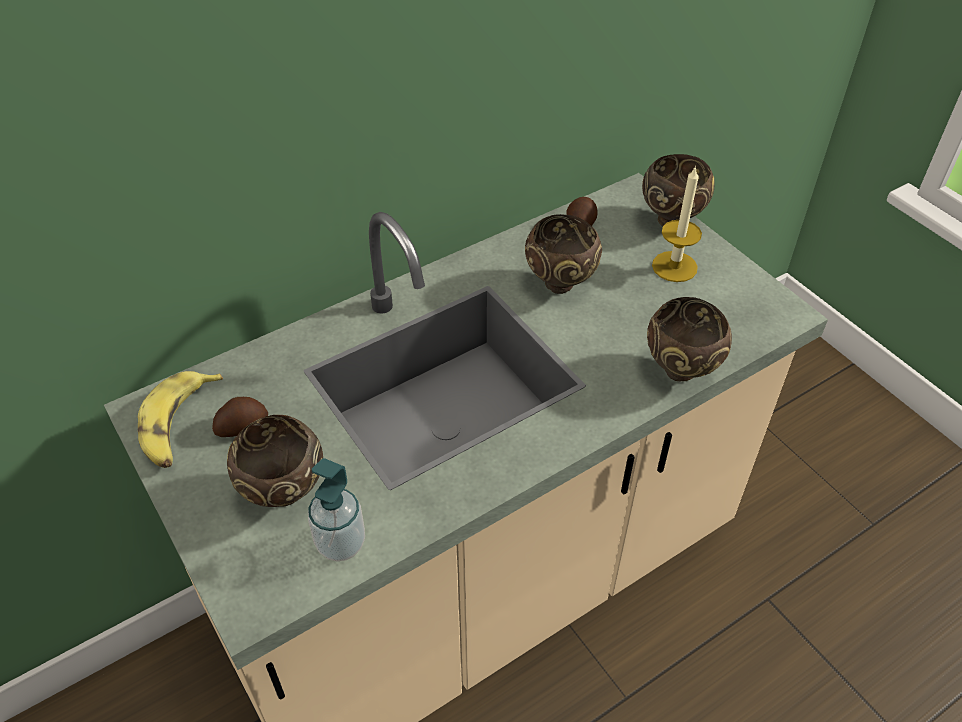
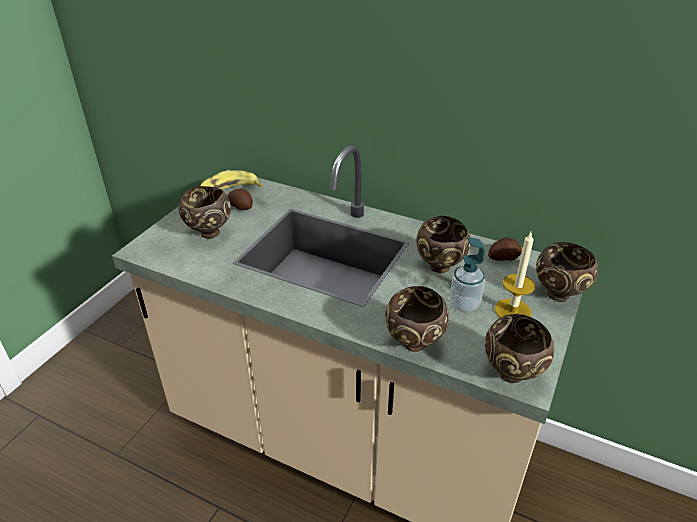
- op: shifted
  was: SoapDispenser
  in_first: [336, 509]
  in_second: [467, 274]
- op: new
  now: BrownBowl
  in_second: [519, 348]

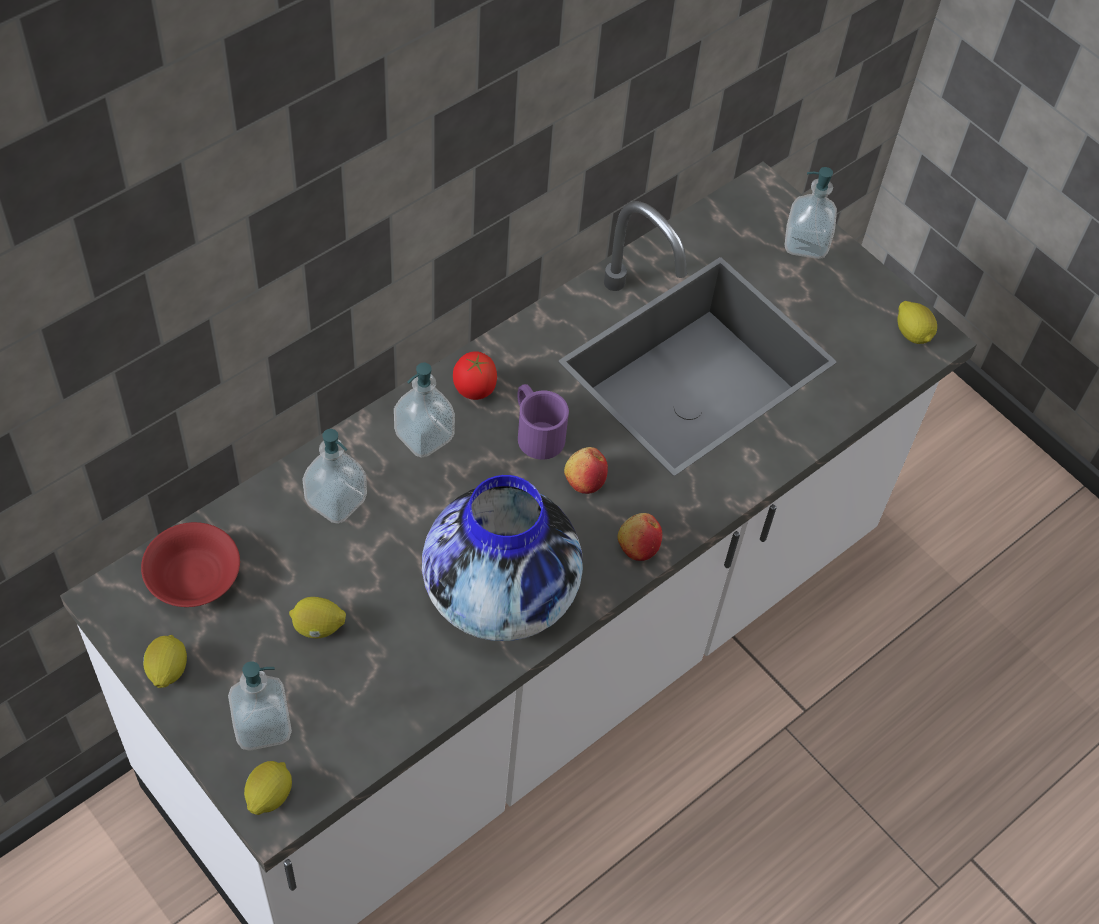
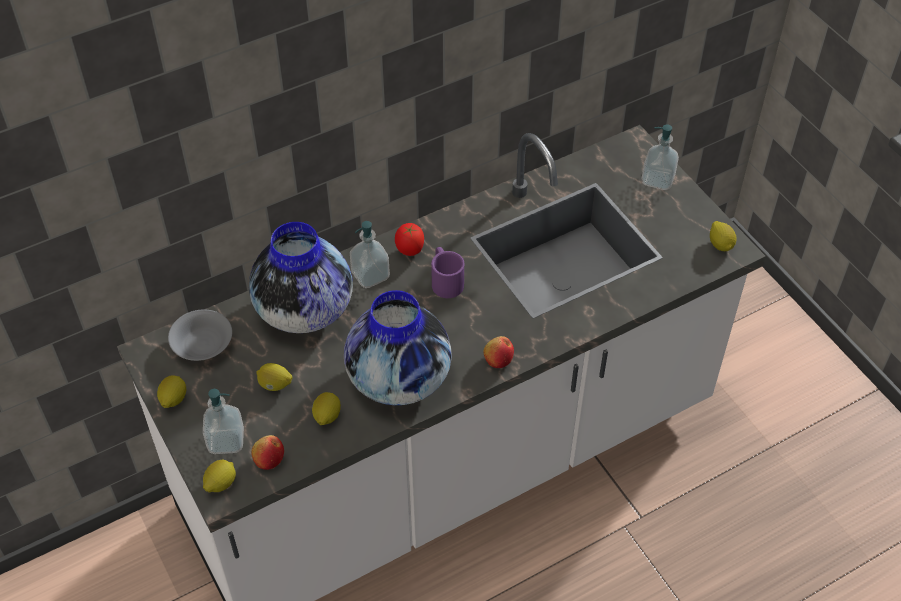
- op: repainted
  was: RedBowl
  now: GreyBowl
  in_first: [190, 564]
  in_second: [200, 335]
- op: swapped
  was: SoapDispenser
  now: Vase
  in_first: [334, 476]
  in_second: [301, 277]
- op: shifted
  was: Apple
  in_first: [586, 470]
  in_second: [267, 452]
- op: new
  now: Lemon
  in_second: [326, 408]

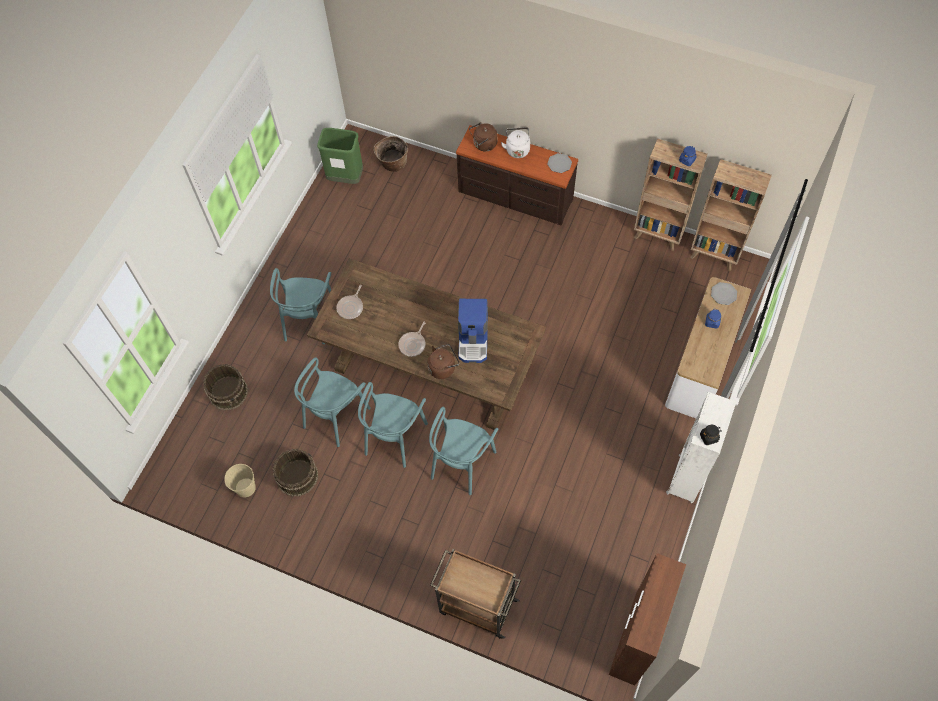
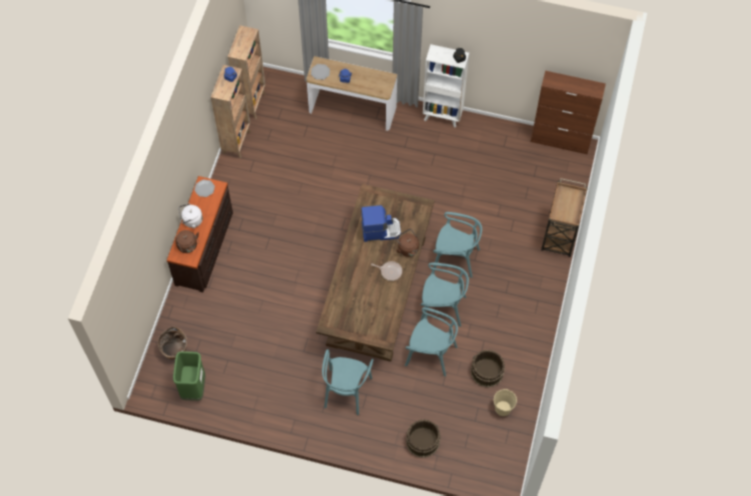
- op: rotated
  was: TurquoiseChair
  in_first: [300, 306]
  in_second: [348, 382]
  clockwise: 105
- op: gone
  was: FryingPan
  in_first: [349, 302]

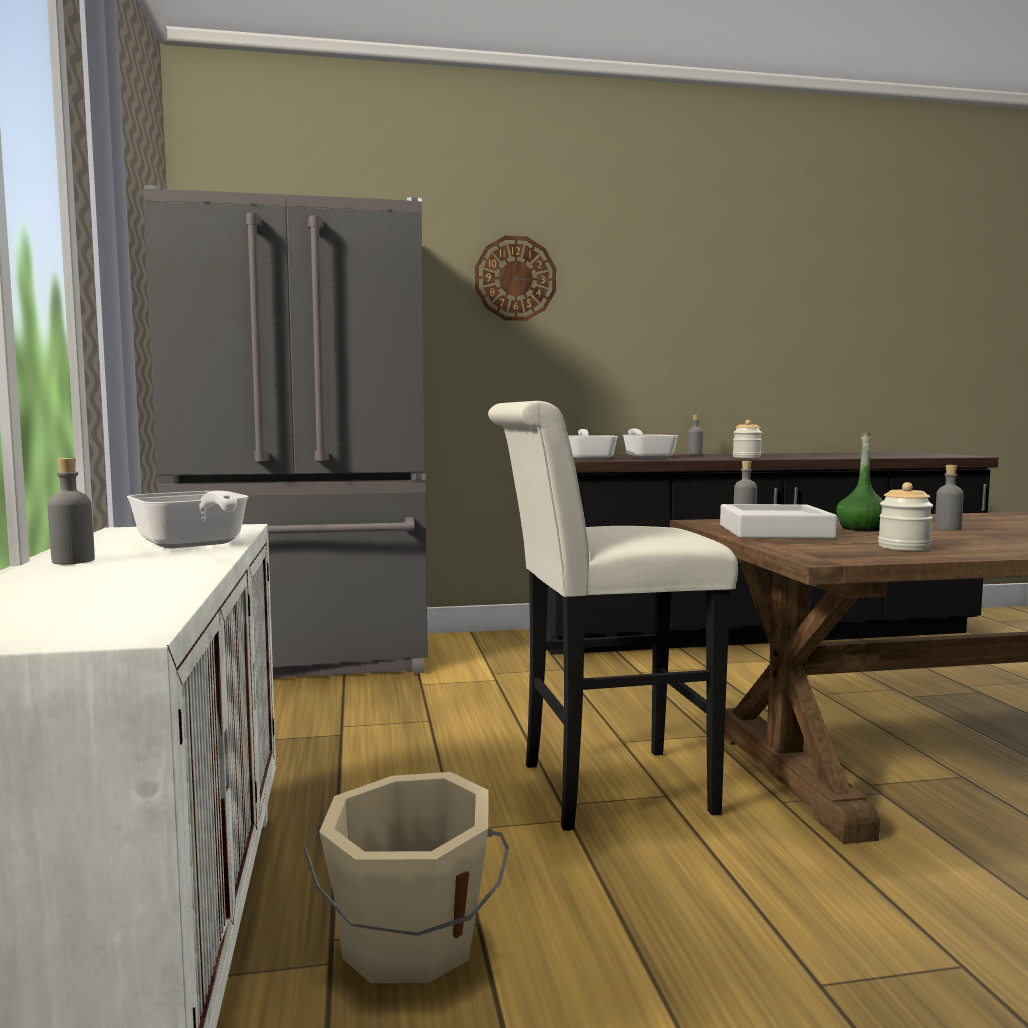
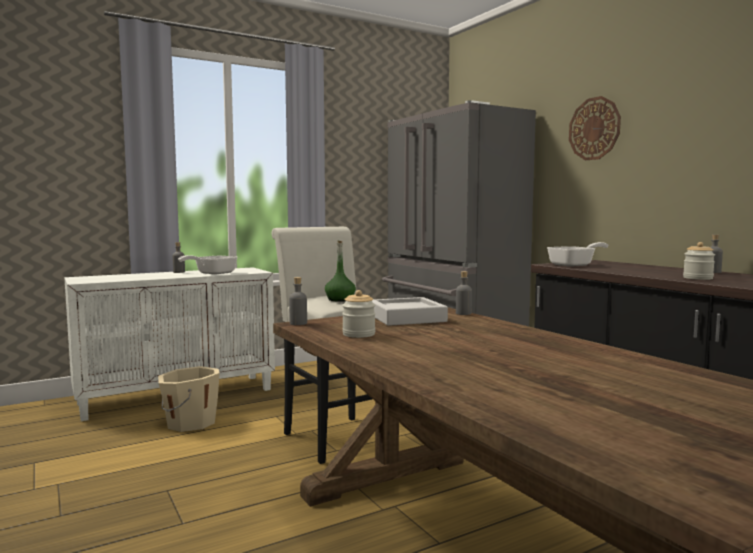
- op: gone
  was: FryingPan
  in_first: [650, 444]
- op: shifted
  was: GreenBottle
  in_first: [860, 482]
  in_second: [340, 271]
- op: shifted
  was: GreyBottle
  in_first: [949, 497]
  in_second: [298, 301]

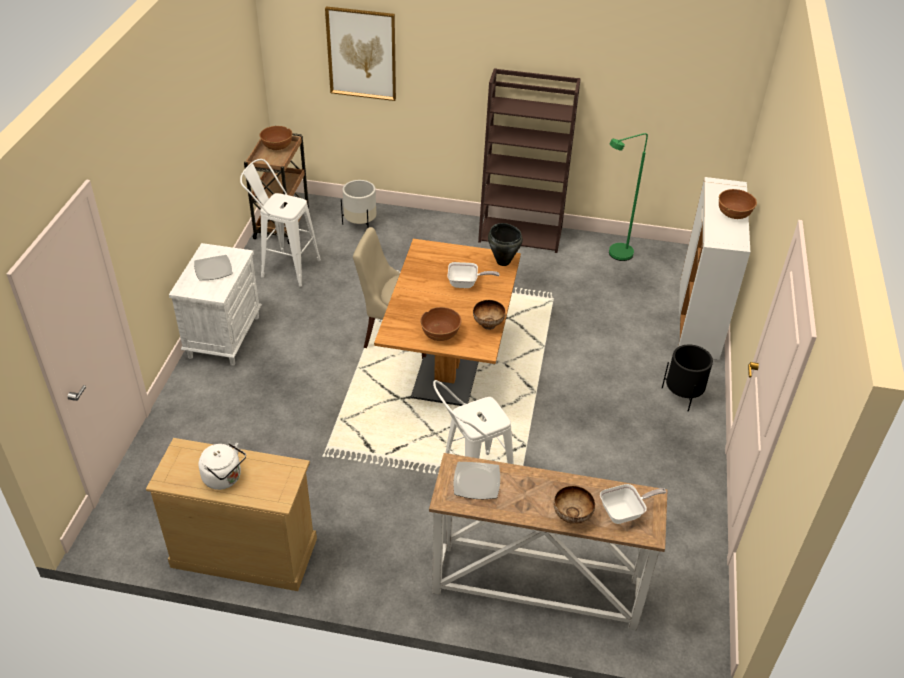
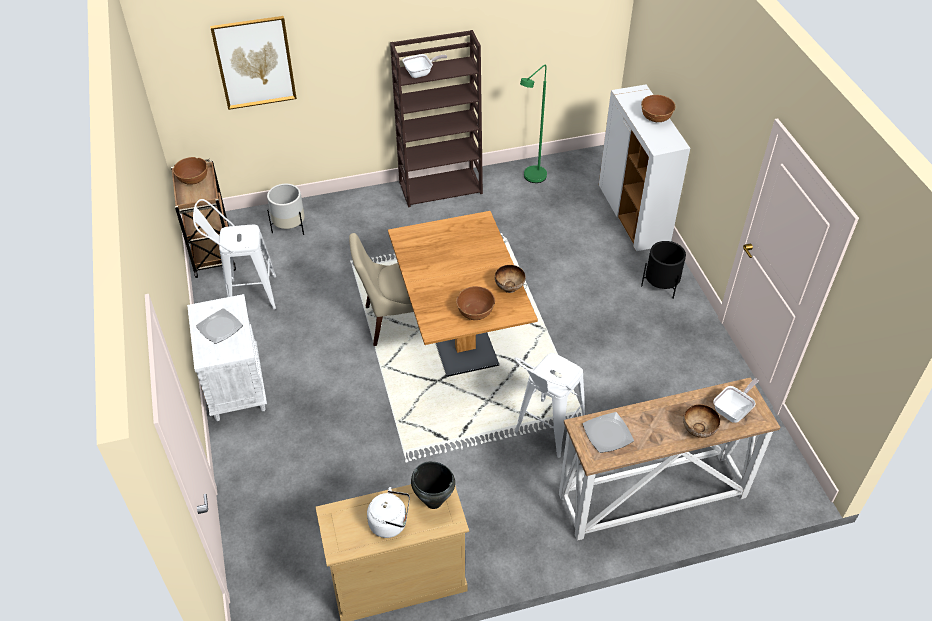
- op: shifted
  was: FryingPan
  in_first: [473, 275]
  in_second: [424, 66]
- op: shifted
  was: BlackCookingPot
  in_first: [505, 244]
  in_second: [433, 485]

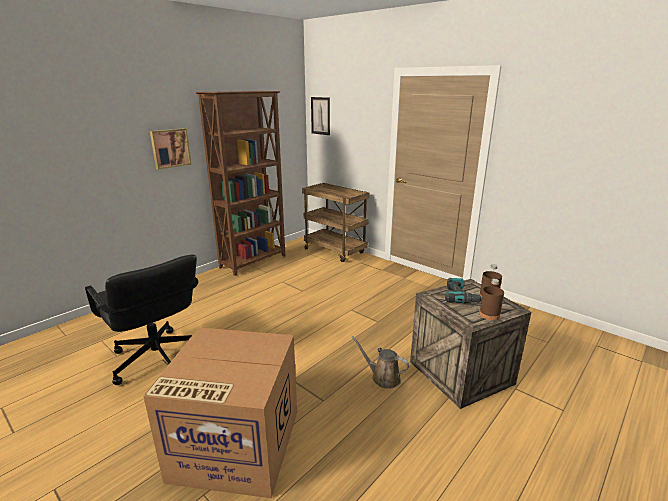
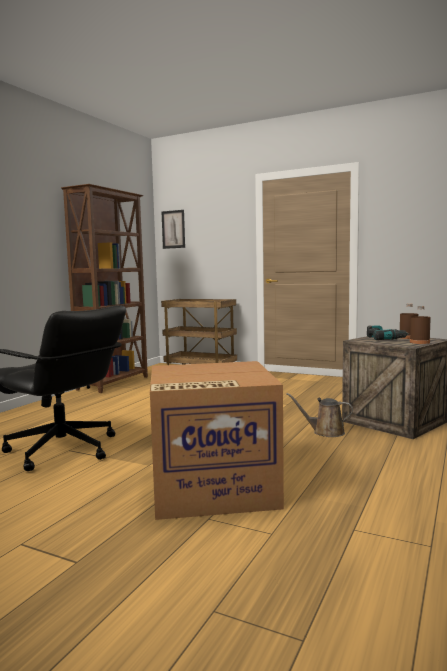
- op: gone
  was: Picture
  in_first: [170, 149]

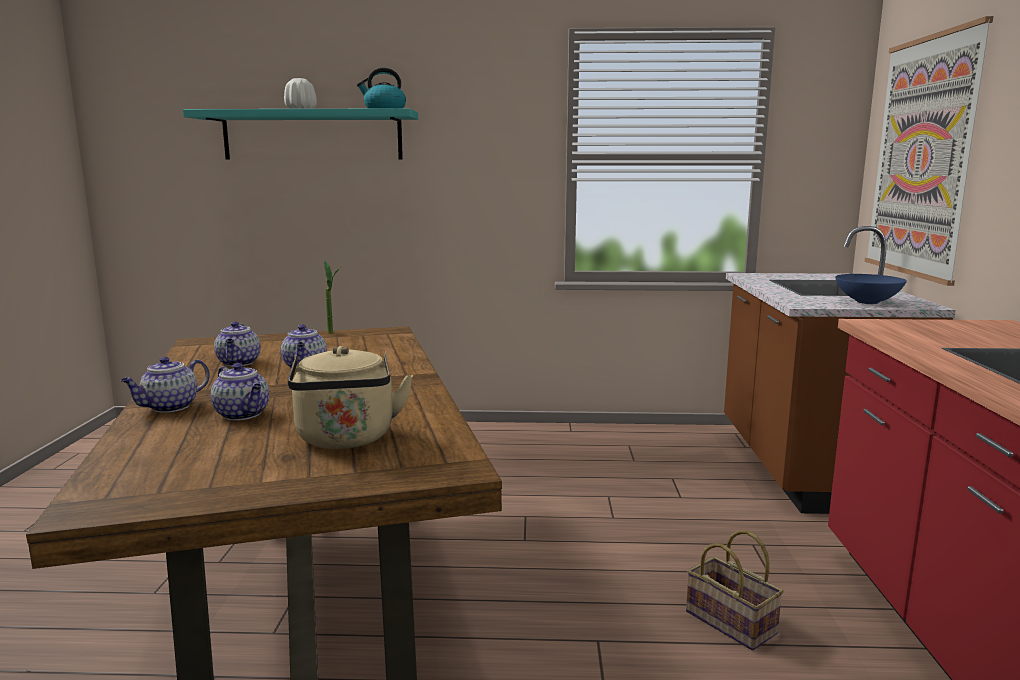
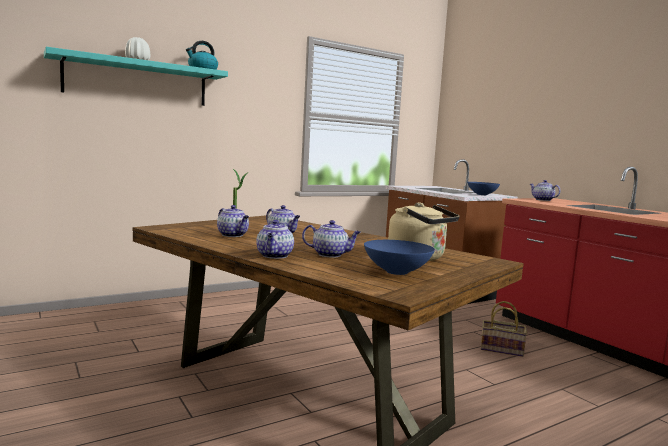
- op: gone
  was: Picture
  in_first: [928, 151]
- op: new
  now: BlueBowl
  in_second: [399, 257]
- op: new
  now: Teapot
  in_second: [545, 190]

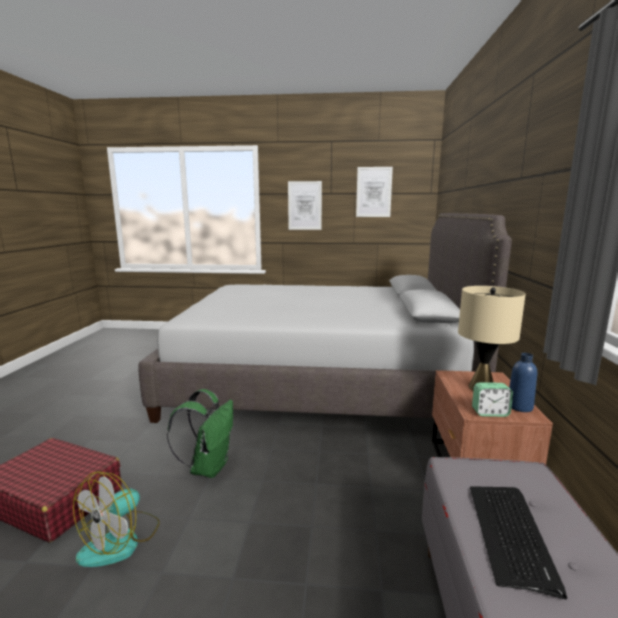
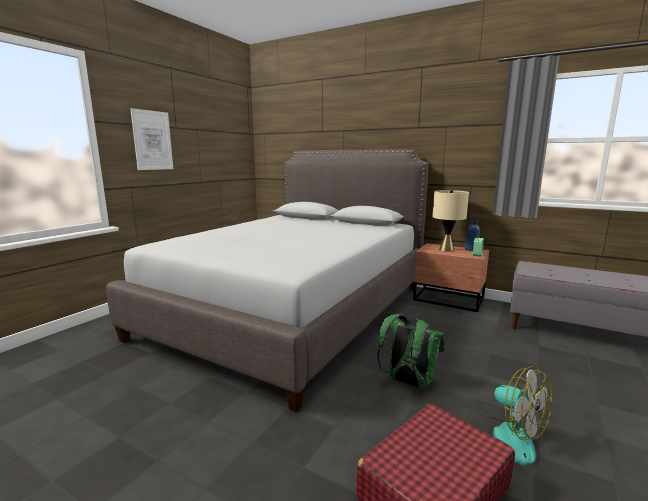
- op: gone
  was: Picture
  in_first: [374, 192]
- op: gone
  was: Keyboard
  in_first: [518, 542]

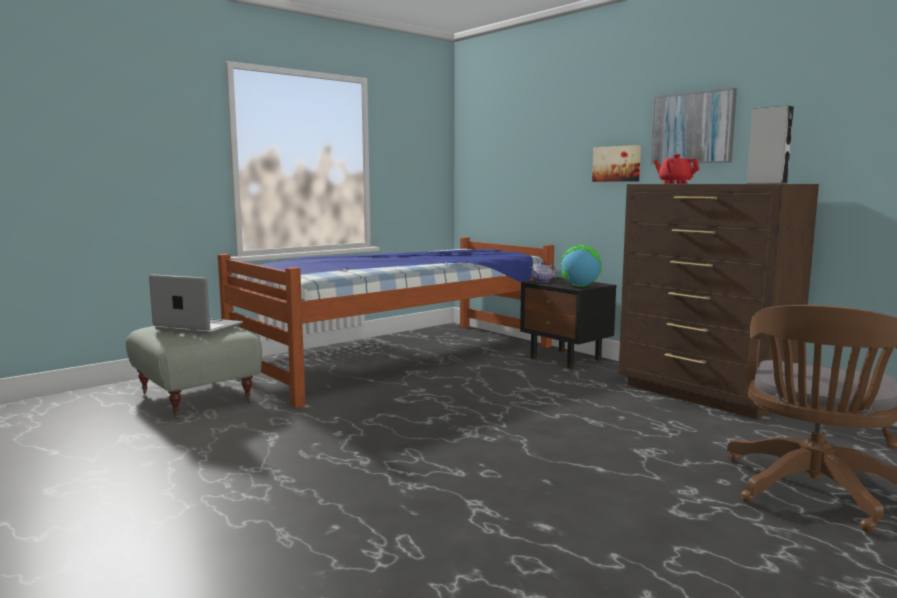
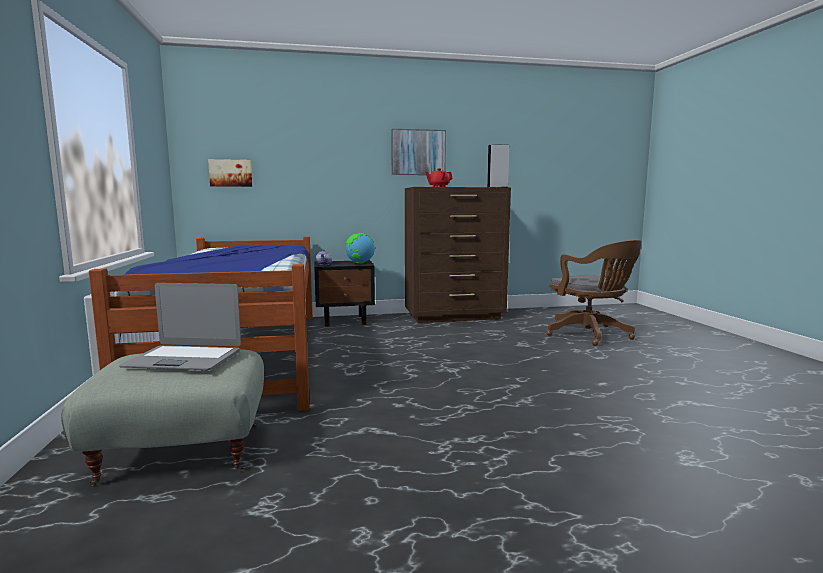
- op: rotated
  was: Laptop
  in_first: [196, 304]
  in_second: [180, 326]
  clockwise: -135
- op: shifted
  was: Picture
  in_first: [616, 163]
  in_second: [230, 173]

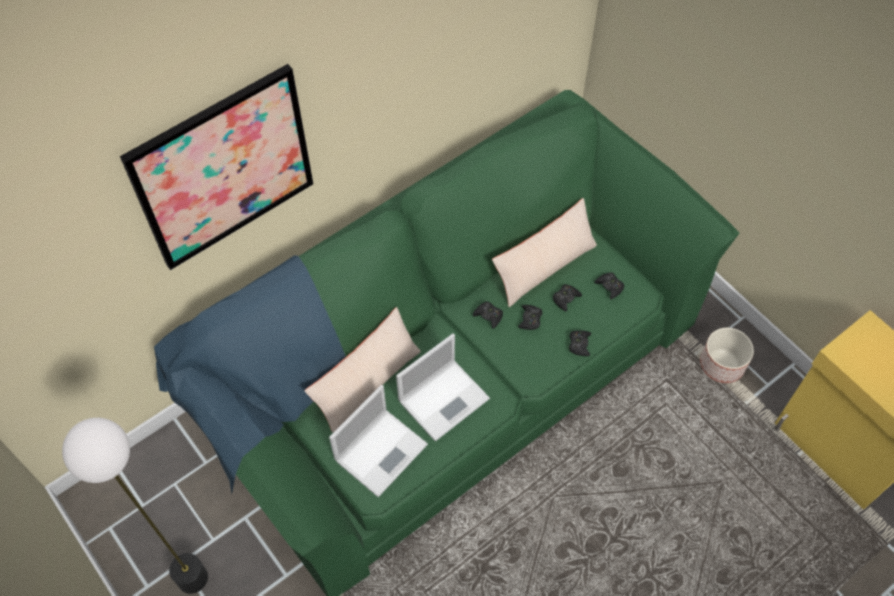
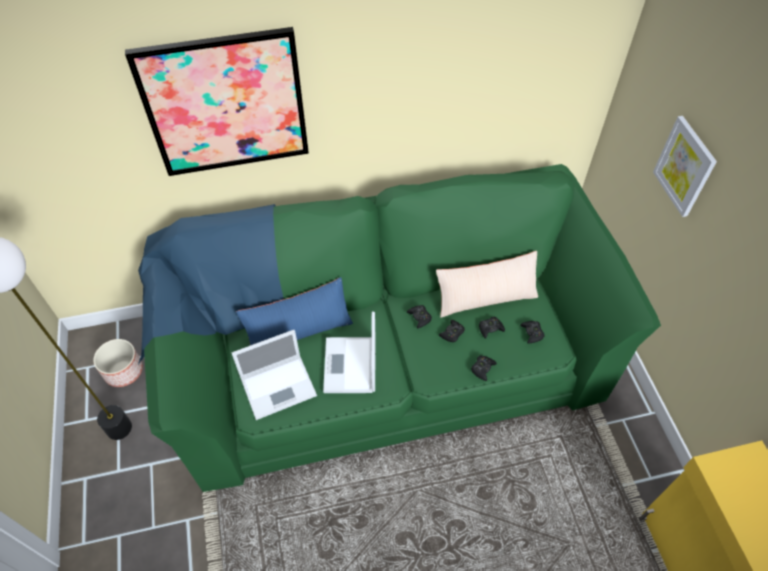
- op: repainted
  was: BeigePillow
  now: BluePillow
  in_first: [362, 369]
  in_second: [294, 311]
- op: rotated
  was: Laptop
  in_first: [443, 387]
  in_second: [349, 352]
  clockwise: 105
- op: shifted
  was: Planter
  in_first: [727, 355]
  in_second: [118, 363]
- op: new
  now: Picture
  in_second: [685, 166]

